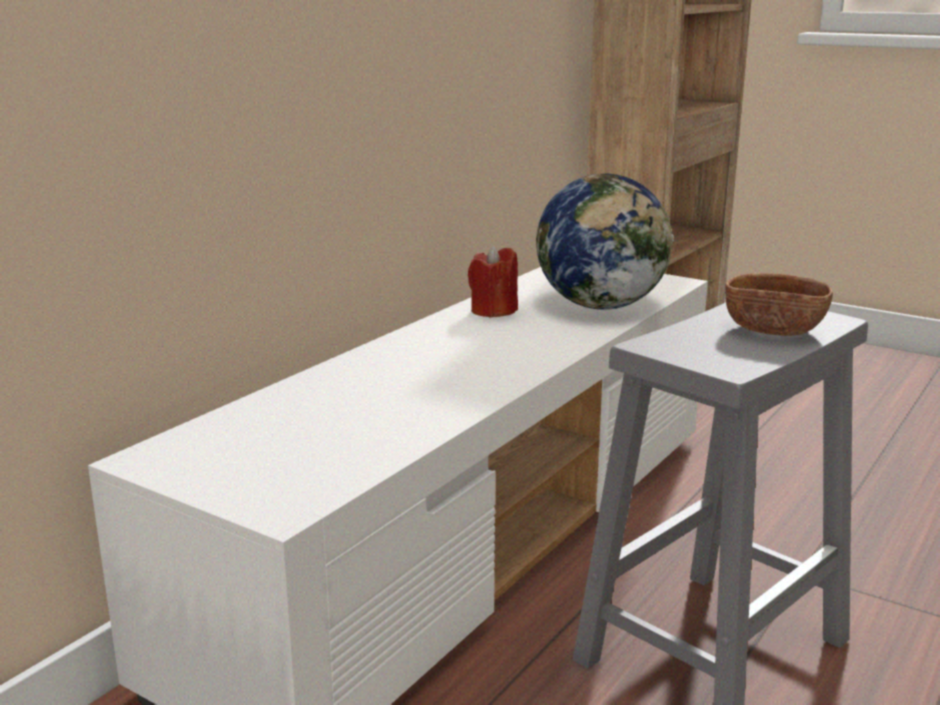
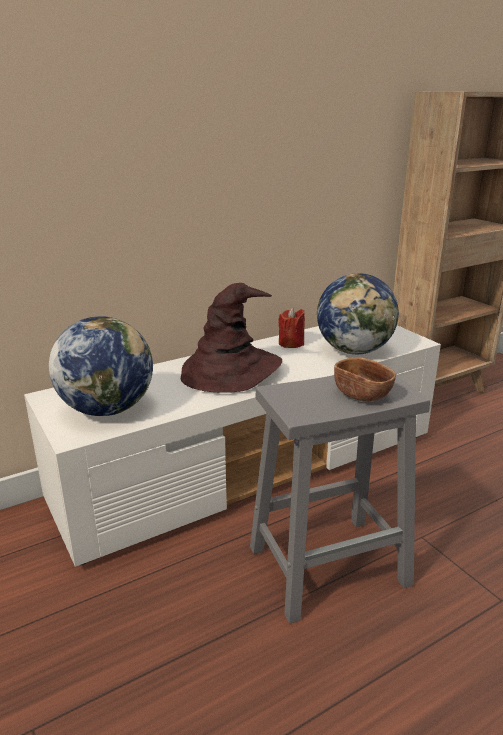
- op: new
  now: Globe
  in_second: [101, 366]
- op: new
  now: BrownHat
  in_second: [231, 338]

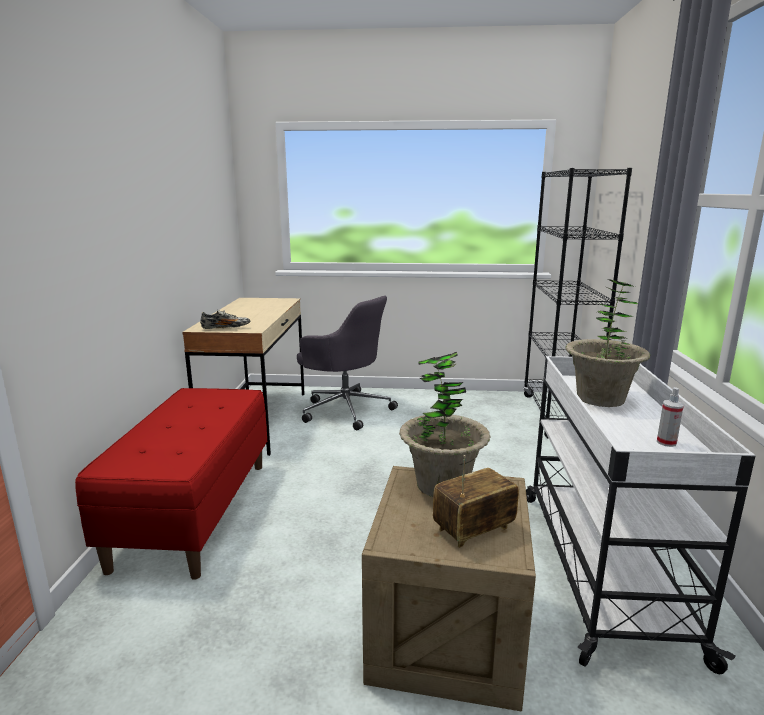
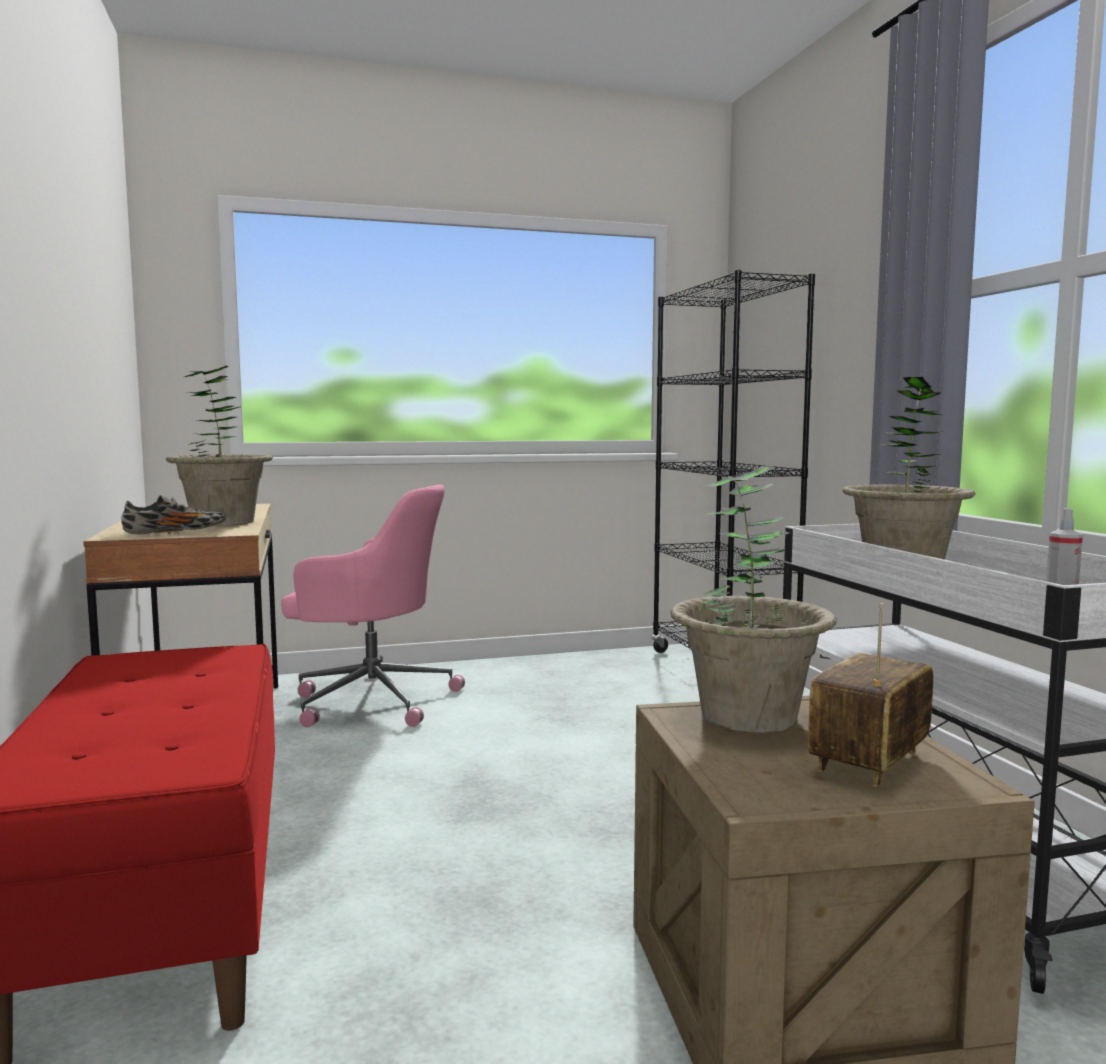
- op: repainted
  was: GreyOfficeChair
  now: PinkOfficeChair
  in_first: [347, 363]
  in_second: [373, 606]
- op: new
  now: PottedPlant
  in_second: [219, 446]

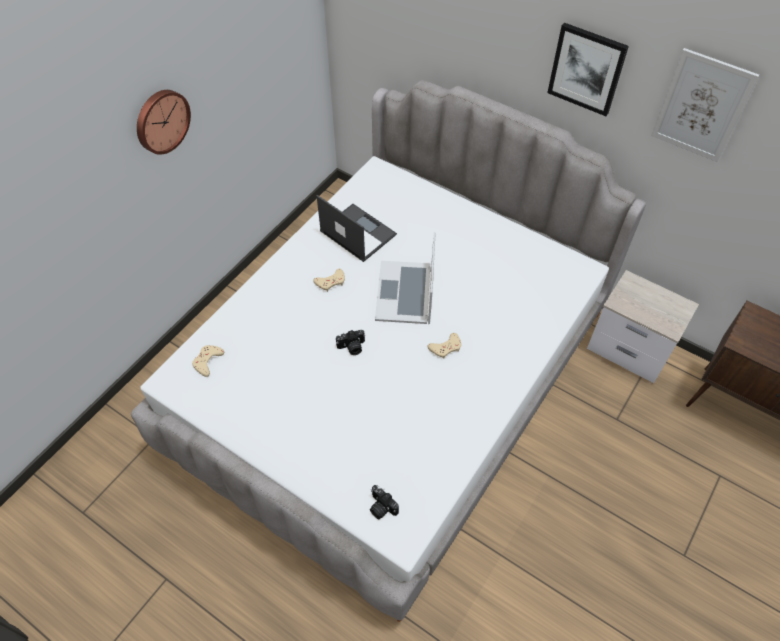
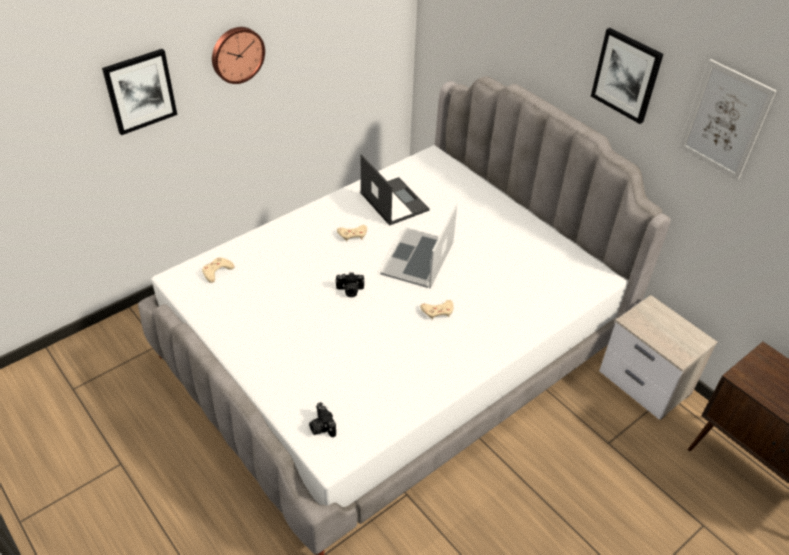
- op: new
  now: Picture
  in_second: [139, 92]

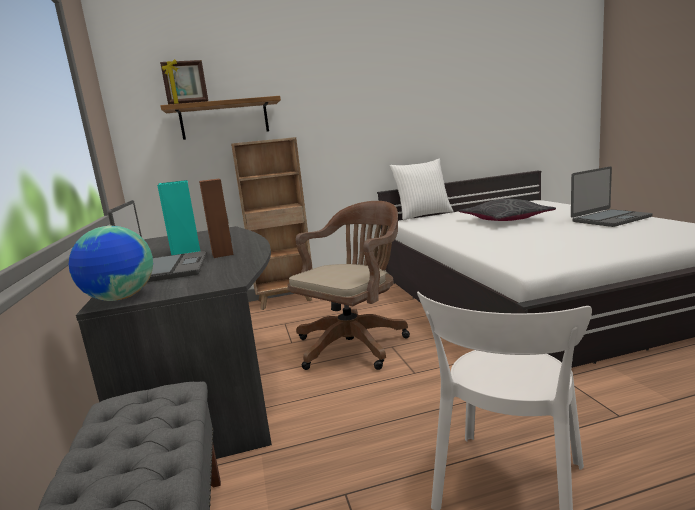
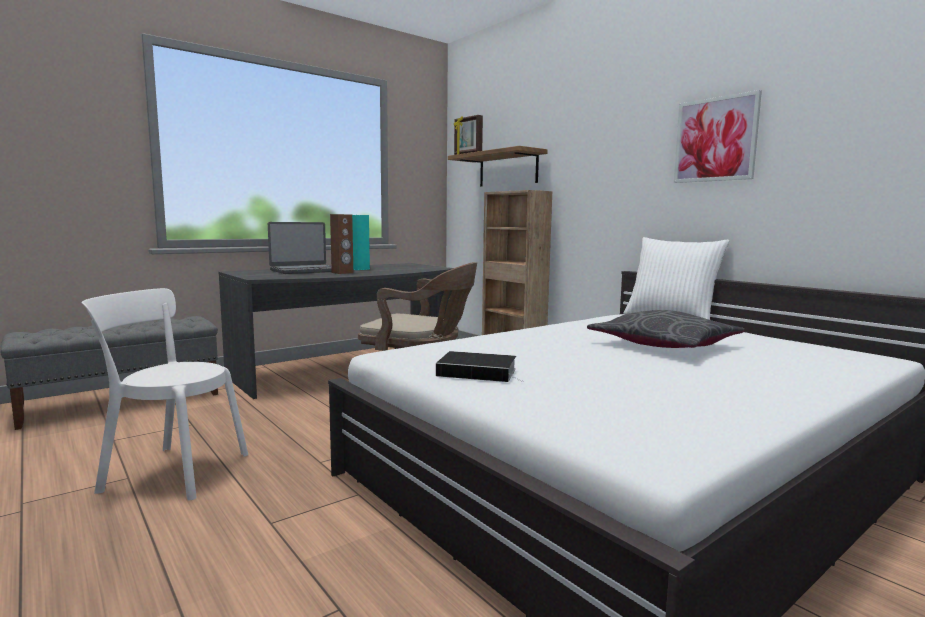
- op: gone
  was: Globe
  in_first: [111, 263]
- op: gone
  was: Laptop
  in_first: [612, 196]
- op: new
  now: Book
  in_second: [479, 366]
- op: new
  now: Picture
  in_second: [718, 136]

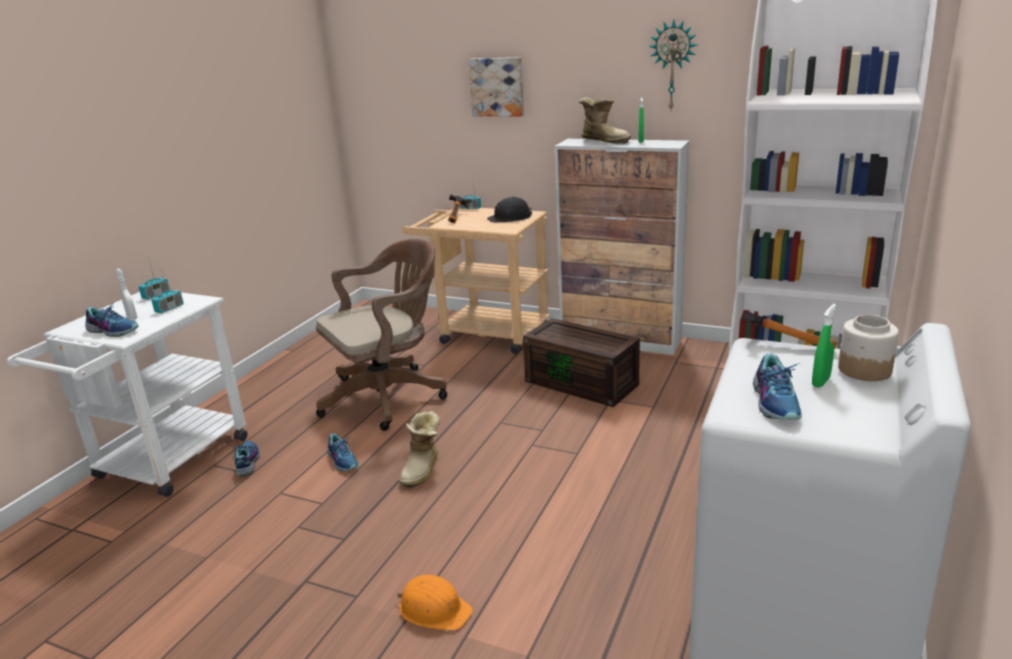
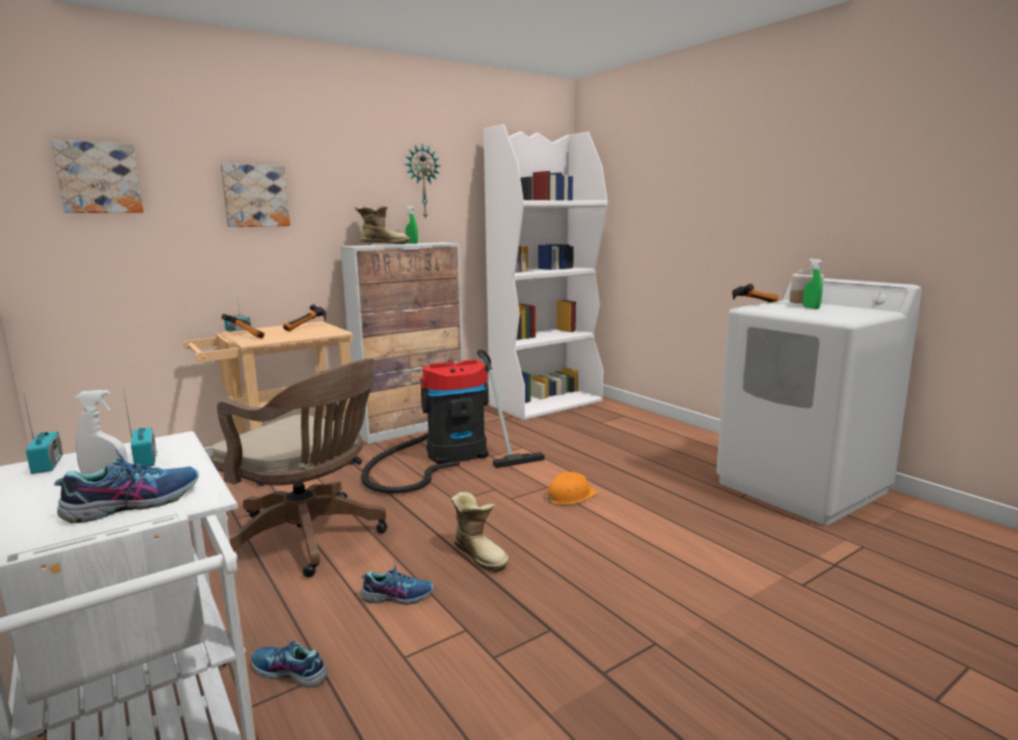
- op: rotated
  was: BrownOfficeChair
  in_first: [381, 334]
  in_second: [298, 467]
  clockwise: 120
- op: shifted
  was: OrangeHardHat
  in_first: [435, 603]
  in_second: [571, 488]
- op: swapped
  was: BlackHardHat
  now: Hammer
  in_first: [509, 210]
  in_second: [304, 318]
- op: swapped
  was: BrownStorageBox
  now: VacuumCleaner
  in_first: [581, 362]
  in_second: [452, 421]
- op: gone
  was: Shoe
  in_first: [777, 386]
- op: new
  now: Picture
  in_second: [97, 176]

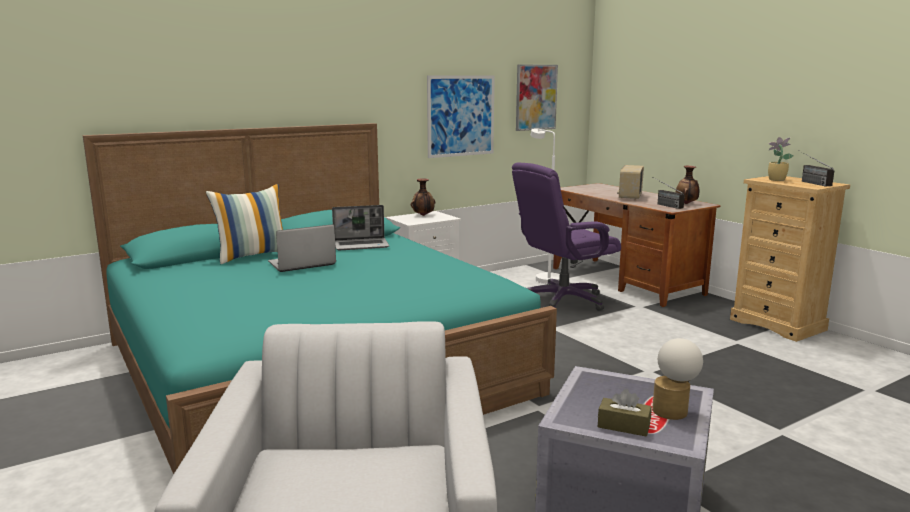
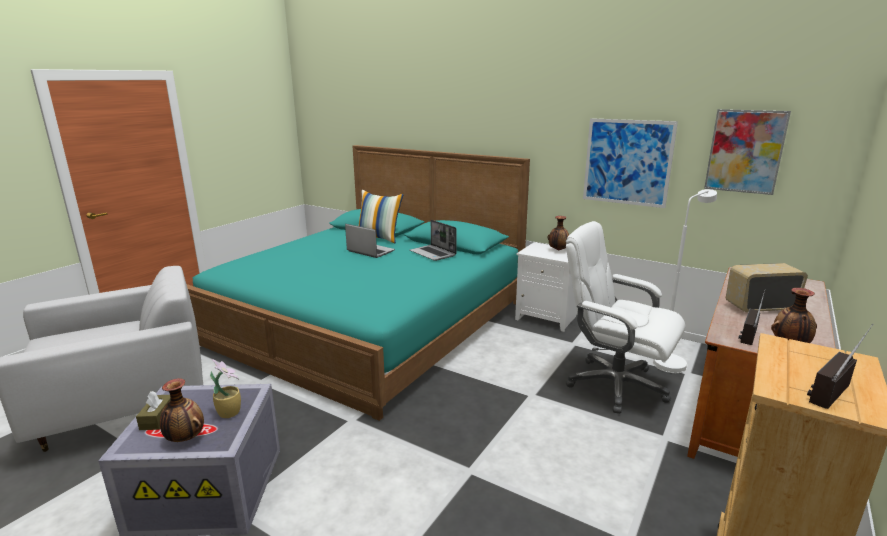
- op: repainted
  was: PurpleOfficeChair
  now: WhiteOfficeChair
  in_first: [566, 236]
  in_second: [625, 317]
- op: swapped
  was: TableLamp
  now: Vase
  in_first: [677, 379]
  in_second: [182, 410]
- op: shifted
  was: PottedPlant
  in_first: [781, 159]
  in_second: [225, 388]

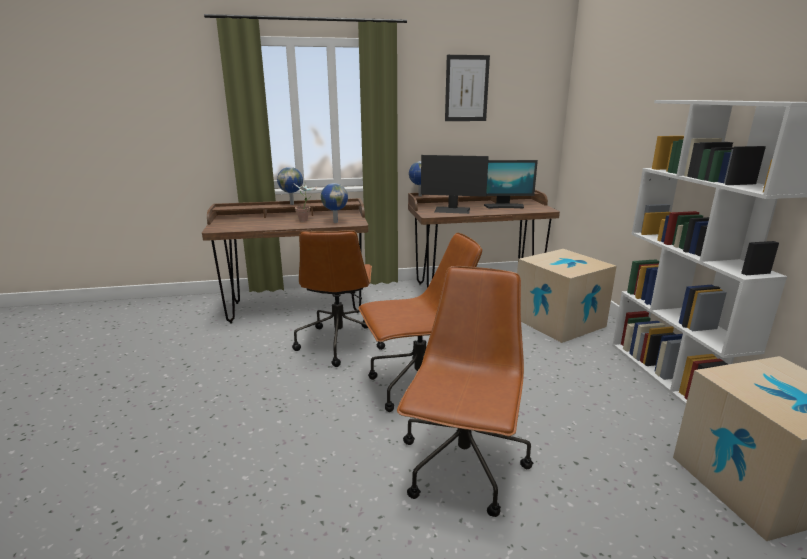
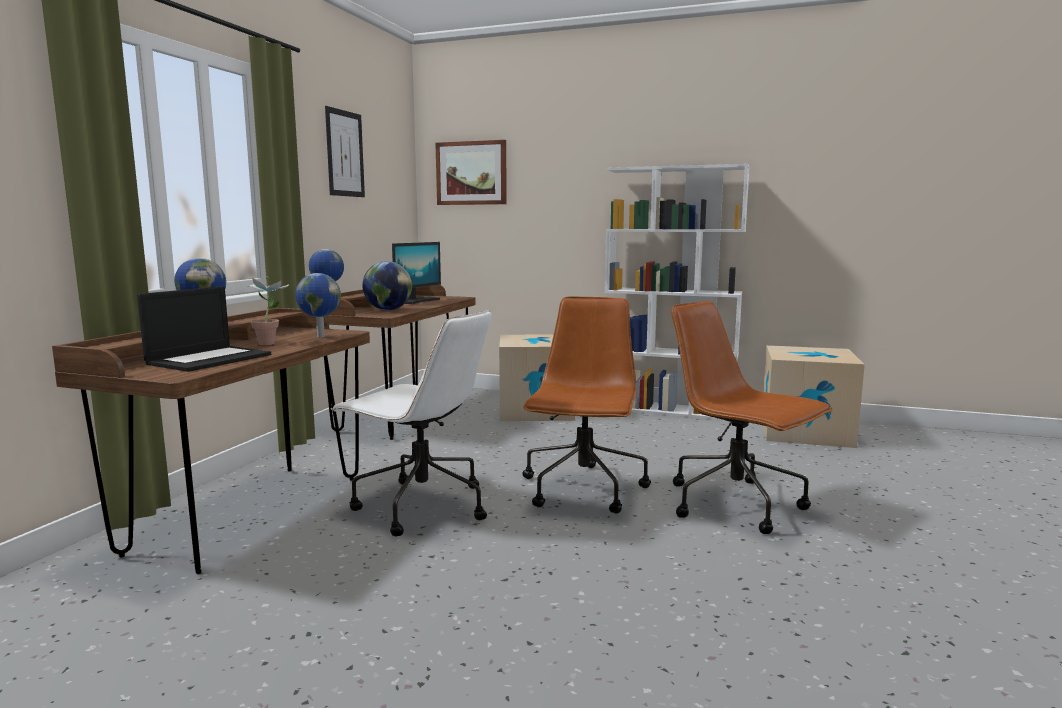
- op: repainted
  was: BrownOfficeChair
  now: WhiteOfficeChair
  in_first: [338, 298]
  in_second: [411, 422]
- op: swapped
  was: Monitor
  now: Globe
  in_first: [455, 184]
  in_second: [387, 285]
- op: new
  now: Laptop
  in_second: [204, 329]
- op: new
  now: Picture
  in_second: [471, 172]

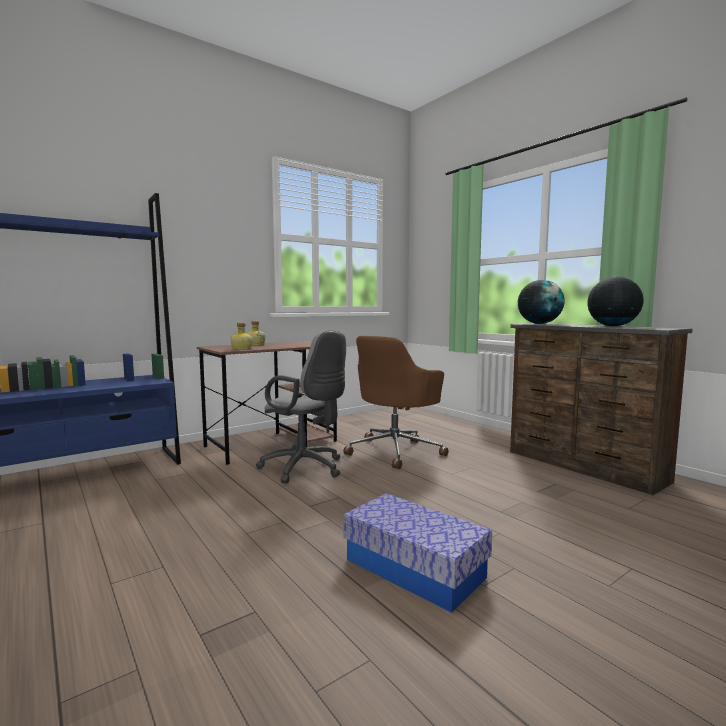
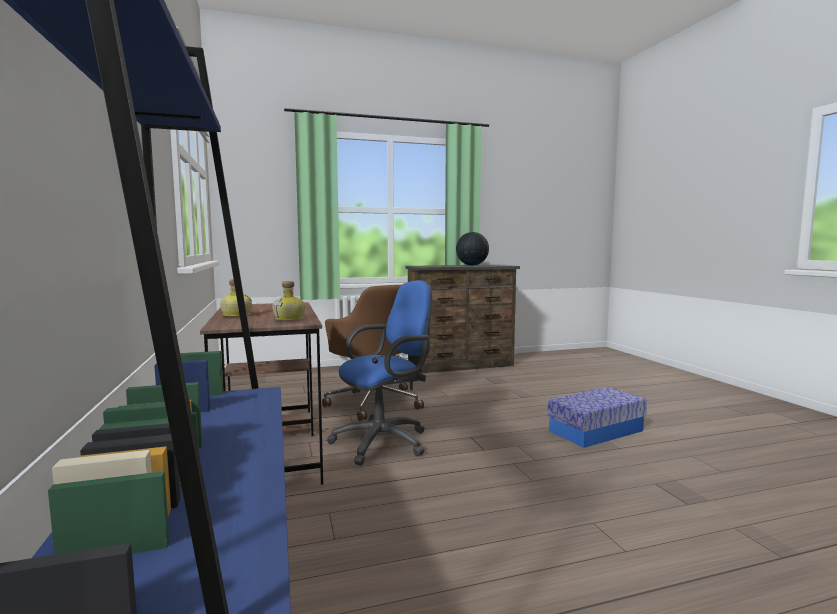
- op: repainted
  was: GreyOfficeChair
  now: BlueOfficeChair
  in_first: [301, 407]
  in_second: [379, 372]
- op: gone
  was: Globe
  in_first: [541, 302]

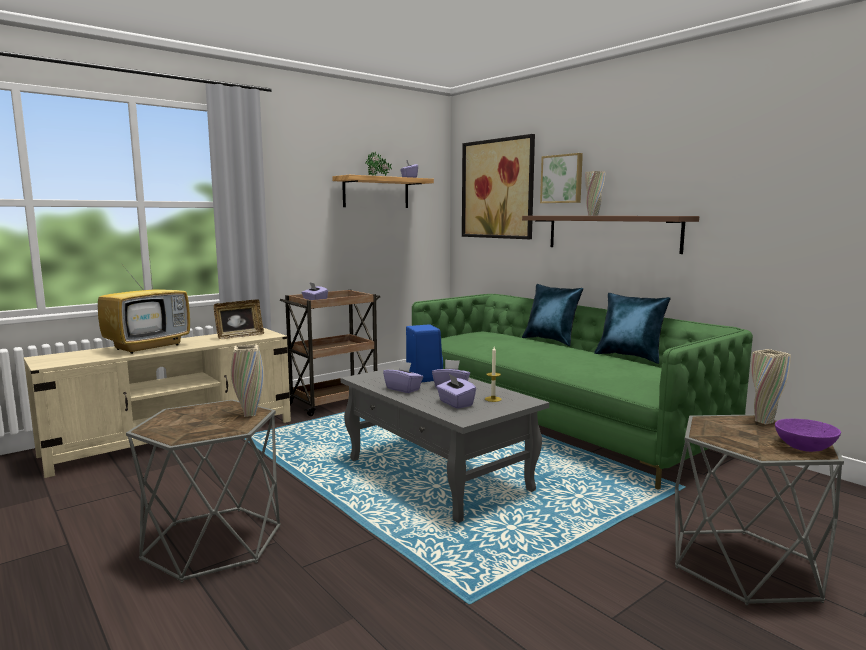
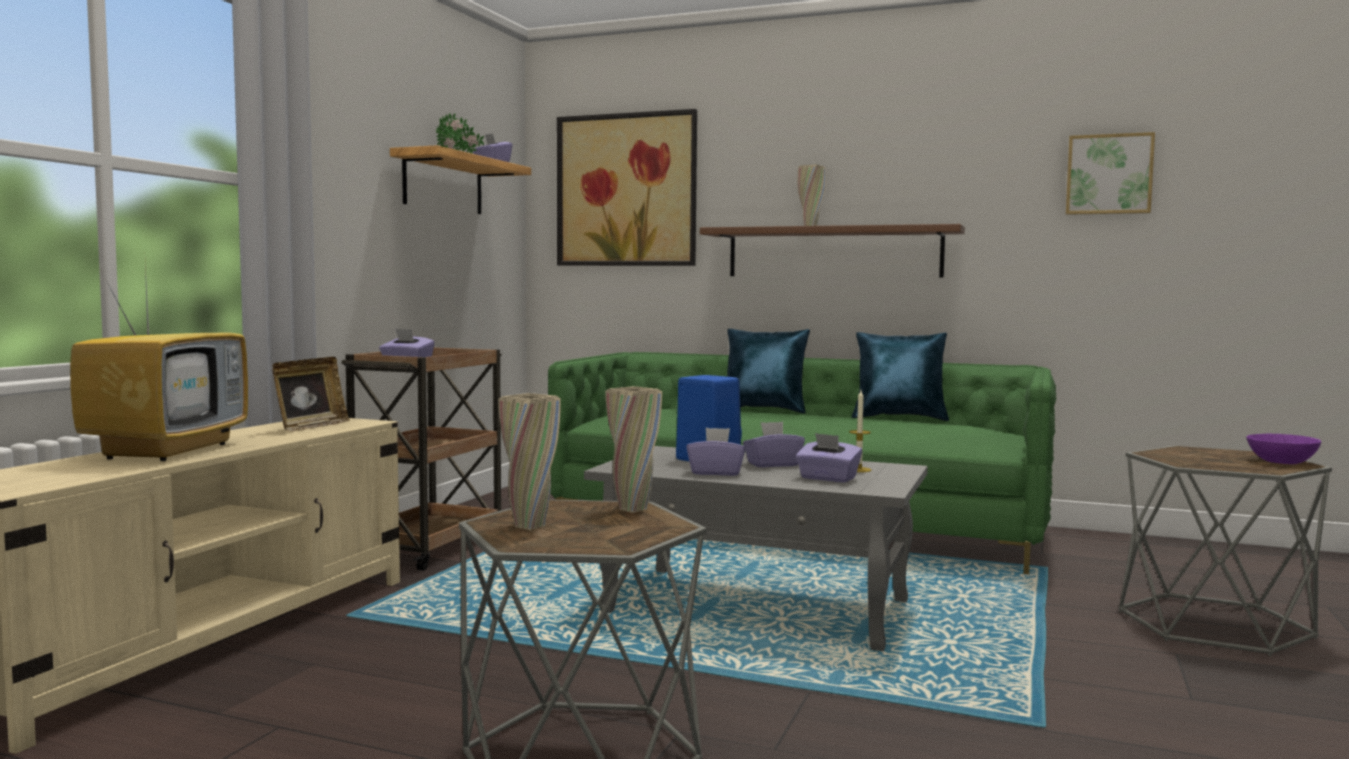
- op: shifted
  was: Picture
  in_first: [561, 178]
  in_second: [1110, 173]
- op: shifted
  was: BeigeVase
  in_first: [771, 387]
  in_second: [529, 461]

